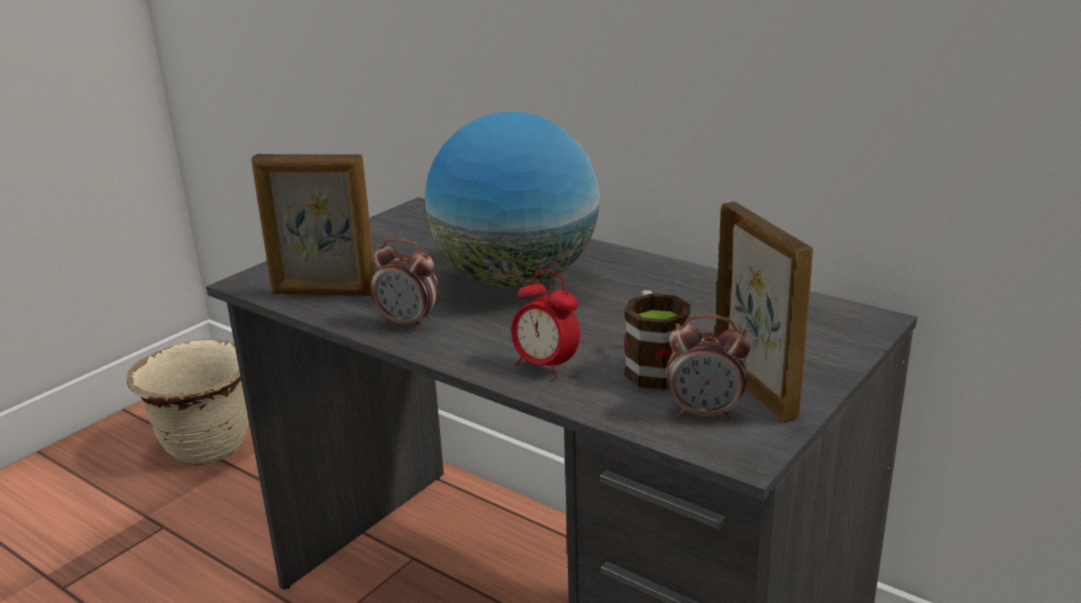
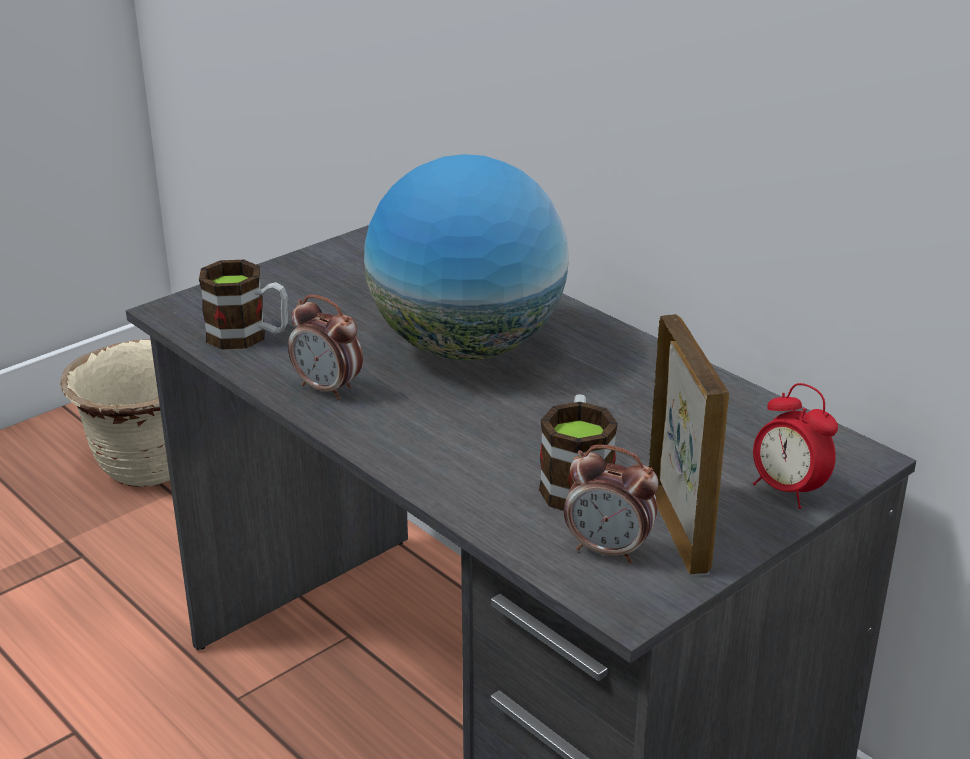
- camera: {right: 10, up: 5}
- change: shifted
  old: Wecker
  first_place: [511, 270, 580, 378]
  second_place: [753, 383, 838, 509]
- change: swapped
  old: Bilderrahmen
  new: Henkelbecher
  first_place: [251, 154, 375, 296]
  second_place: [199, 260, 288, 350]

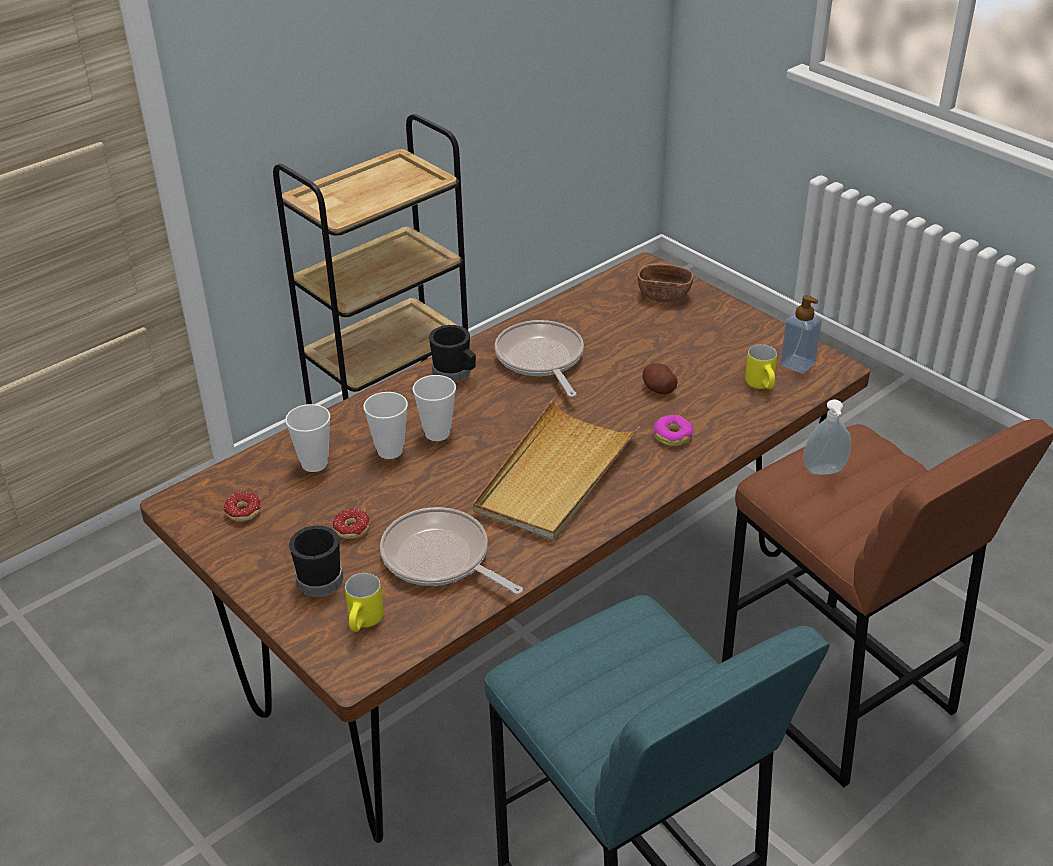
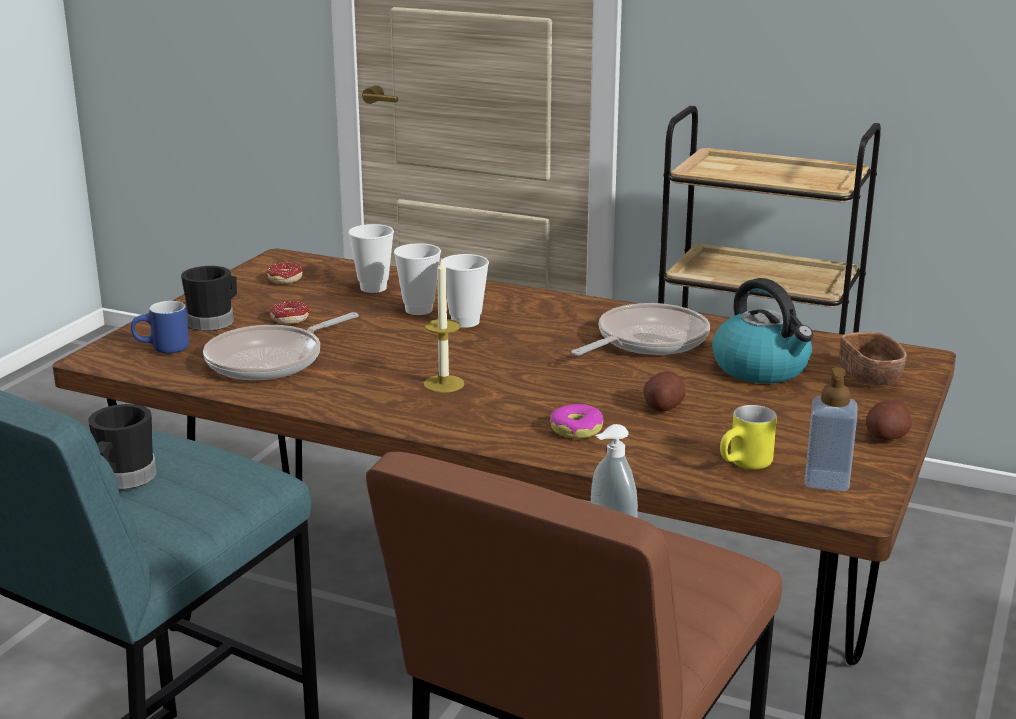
- camera: {right: 65, up: -15}
- change: new
  new: Wasserkessel
  second_place: [712, 278, 813, 384]
- change: new
  new: Kartoffel
  second_place: [866, 400, 912, 440]
- change: shifted
  old: Henkelbecher/schwarz
  first_place: [429, 325, 476, 383]
  second_place: [88, 404, 157, 489]
- change: swapped
  old: Tablett/beige
  new: Kerze
  first_place: [473, 400, 640, 541]
  second_place: [424, 257, 464, 393]
- change: repainted
  old: Henkelbecher/gelb
  new: Henkelbecher/blau
  first_place: [345, 573, 384, 632]
  second_place: [131, 301, 189, 354]
- change: rotated
  old: Pfanne
  first_place: [380, 507, 523, 595]
  second_place: [203, 312, 359, 380]
  degrees: -150

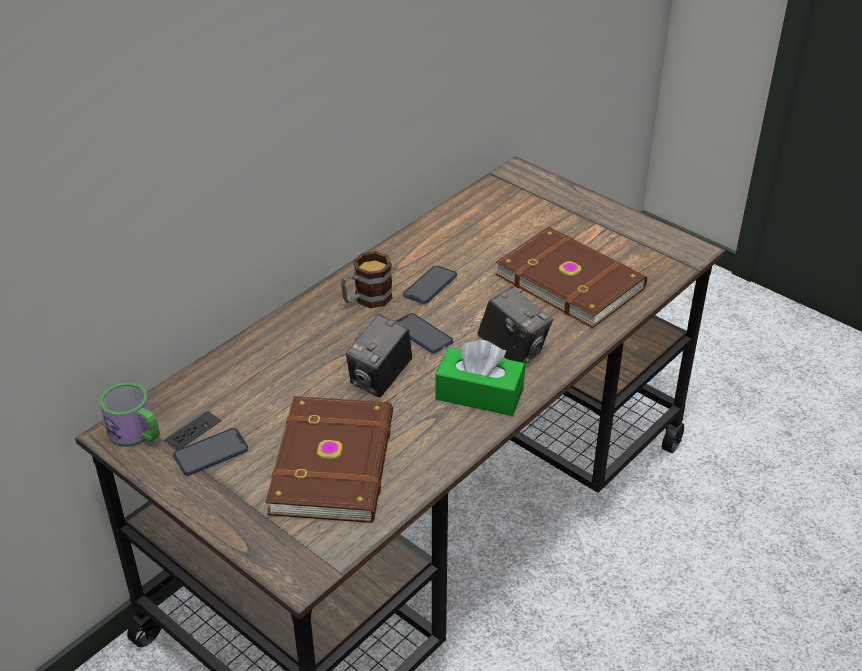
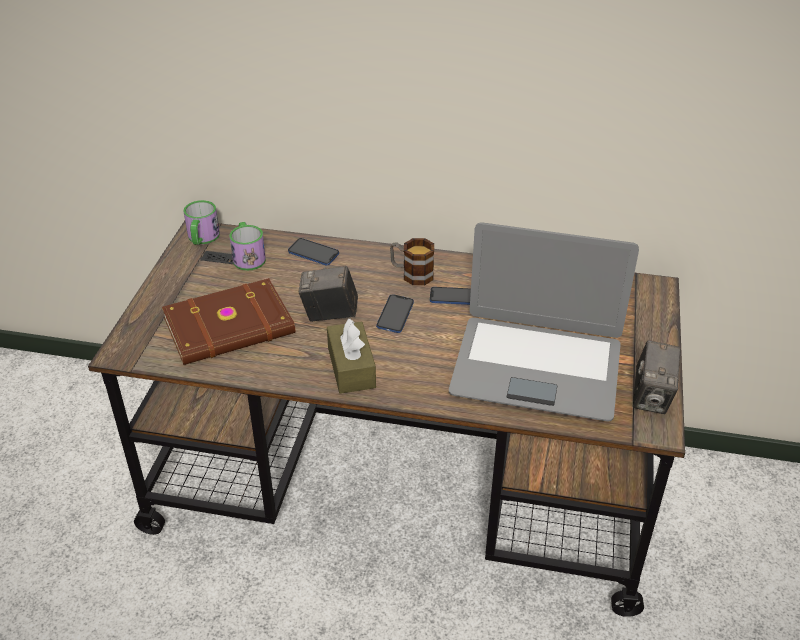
- camera: {right: 60, up: 0}
- change: new
  new: Henkelbecher
  second_place: [230, 222, 266, 271]
- change: shifted
  old: Handy
  first_place: [173, 428, 248, 476]
  second_place: [288, 238, 339, 266]
- change: shifted
  old: Kamera
  first_place: [477, 287, 553, 363]
  second_place: [633, 341, 681, 414]
- change: swapped
  old: Buch/braun
  new: Laptop
  first_place: [495, 227, 647, 328]
  second_place: [449, 222, 639, 422]
- change: repainted
  old: Taschentuchbox/grün
  new: Taschentuchbox/braun
  first_place: [435, 340, 525, 416]
  second_place: [327, 318, 376, 394]

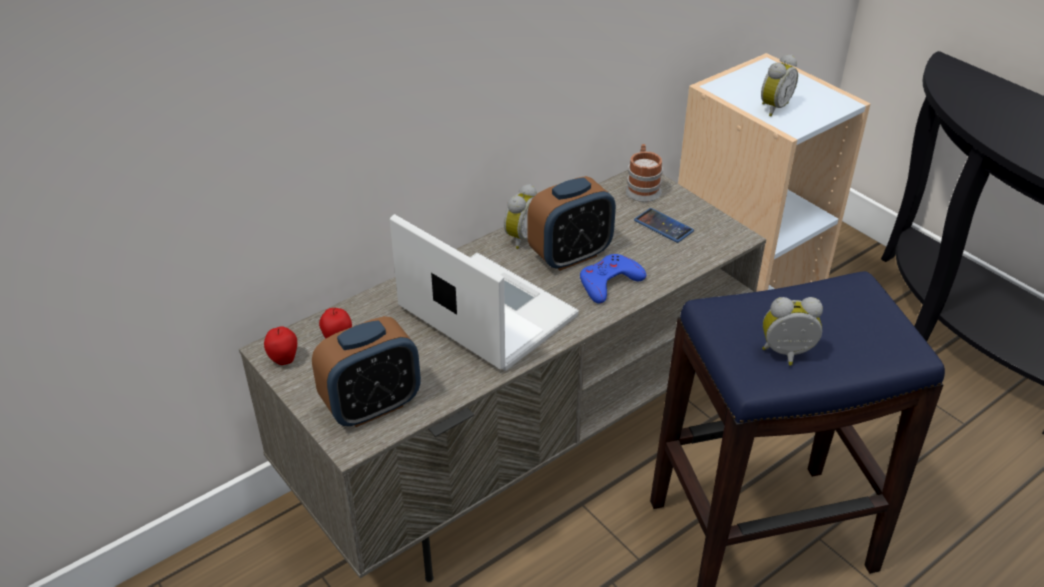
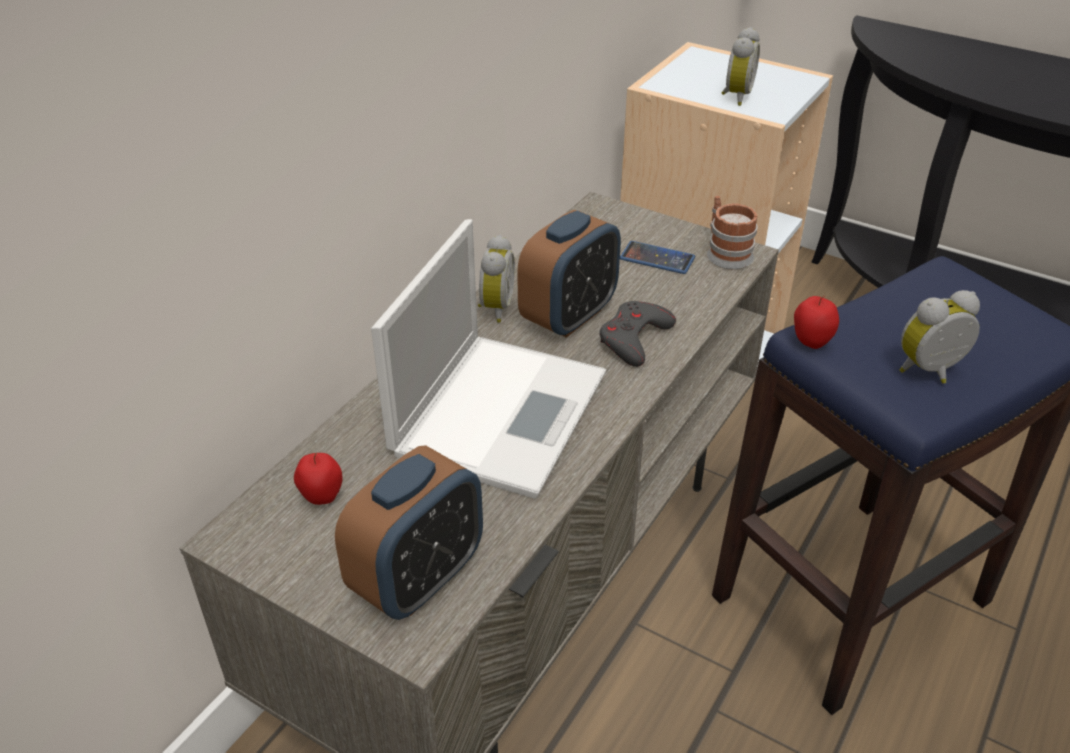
- camera: {right: -20, up: 0}
- change: shifted
  old: Apfel
  first_place: [264, 326, 297, 365]
  second_place: [794, 296, 839, 349]
- change: shifted
  old: Henkelbecher
  first_place: [625, 144, 663, 202]
  second_place: [707, 196, 758, 269]
- change: repainted
  old: Gamepad/blau
  new: Gamepad/grau
  first_place: [580, 254, 646, 304]
  second_place: [600, 301, 676, 367]
- change: rotated
  old: Laptop
  first_place: [390, 214, 579, 371]
  second_place: [371, 219, 606, 499]
  degrees: 90

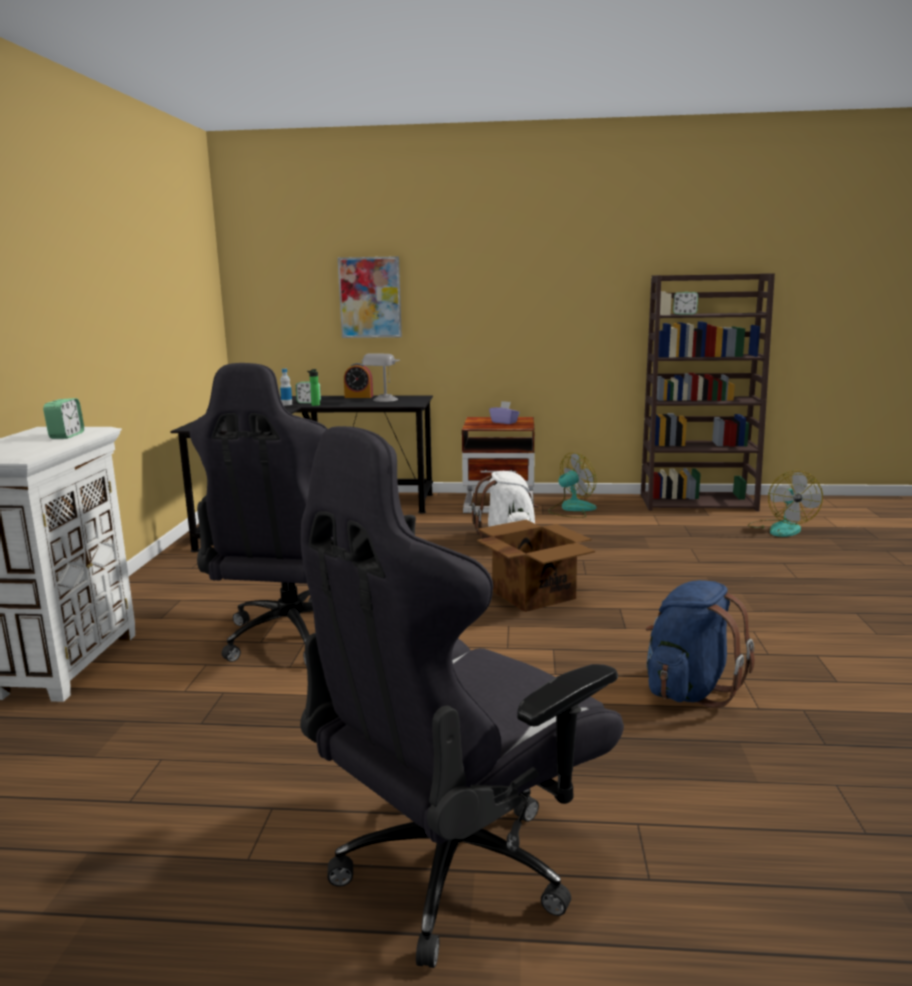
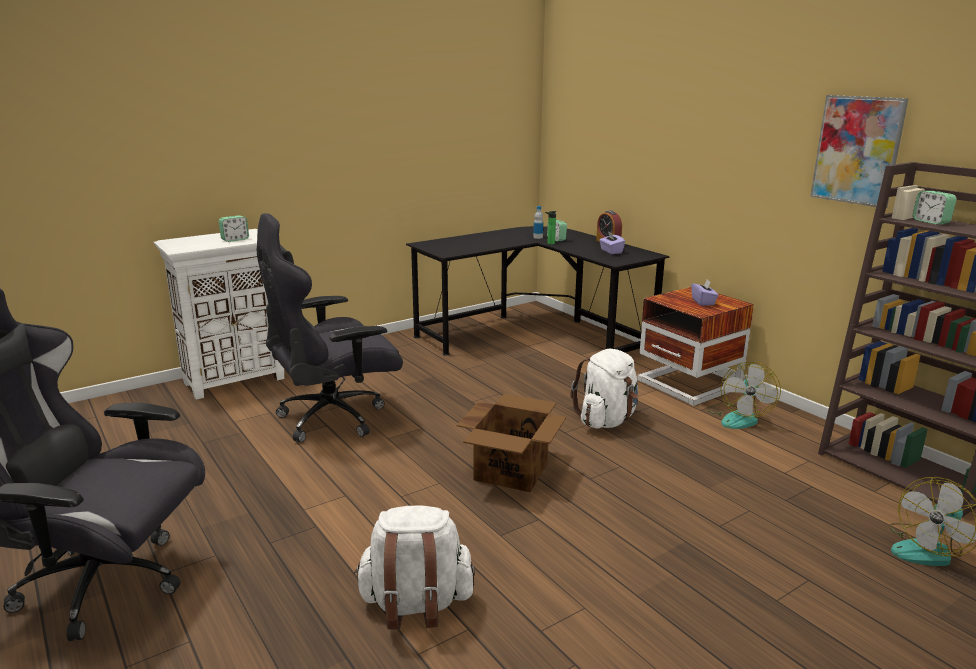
- camera: {right: 50, up: 5}
- change: shifted
  old: Bild
  first_place: [338, 256, 402, 338]
  second_place: [810, 95, 909, 208]
- change: swapped
  old: Tischlampe/grau
  new: Taschentuchbox/lila
  first_place: [362, 353, 400, 402]
  second_place: [599, 231, 625, 254]
- change: repainted
  old: Rucksack/blau
  new: Rucksack/weiß
  first_place: [646, 580, 755, 708]
  second_place: [354, 506, 475, 629]
- change: rotated
  old: Ventilator
  first_place: [548, 453, 597, 518]
  second_place: [707, 362, 781, 429]
  degrees: 90

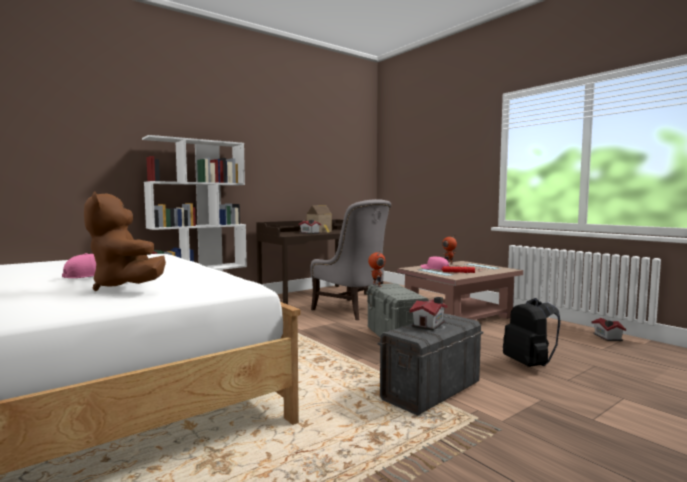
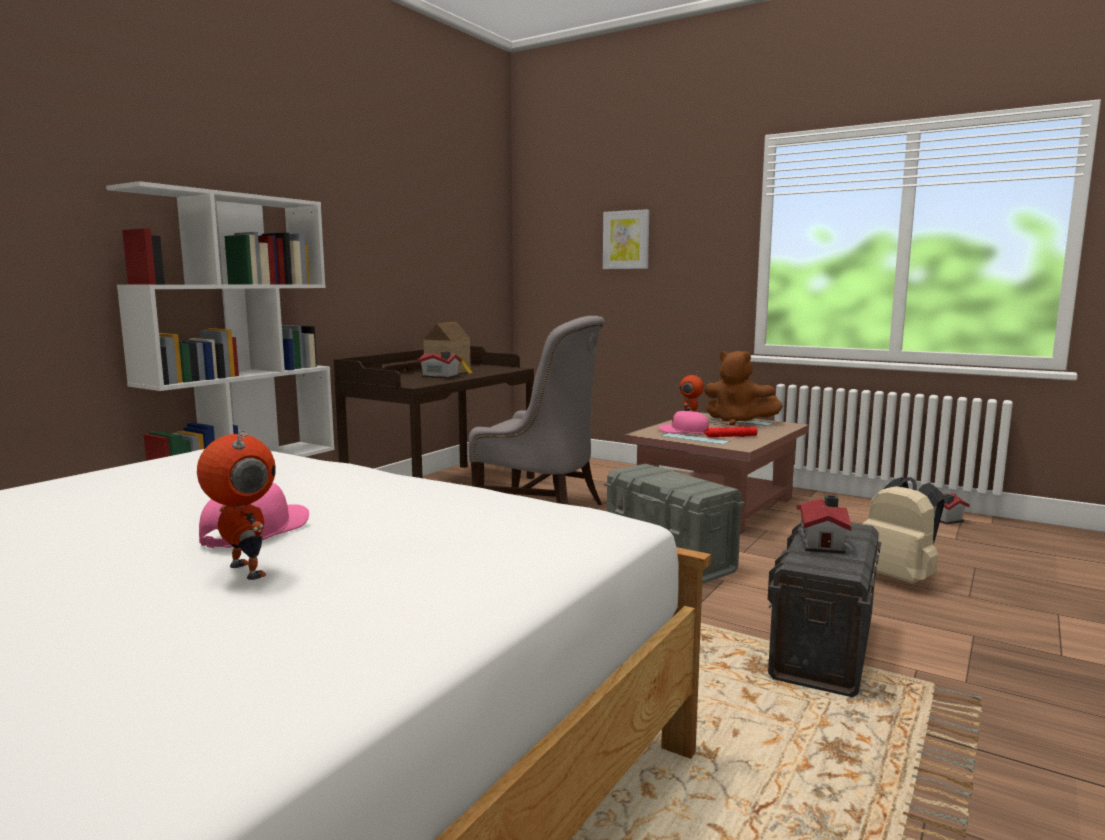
- camera: {right: -20, up: 5}
- change: new
  new: Bild
  second_place: [603, 209, 649, 269]
- change: shifted
  old: Plüschtier/braun
  first_place: [84, 192, 166, 291]
  second_place: [704, 351, 783, 426]
- change: shifted
  old: Spielzeugroboter
  first_place: [368, 251, 385, 287]
  second_place: [197, 430, 276, 580]
- change: repainted
  old: Rucksack/schwarz
  new: Rucksack/beige
  first_place: [503, 298, 561, 367]
  second_place: [862, 477, 945, 584]

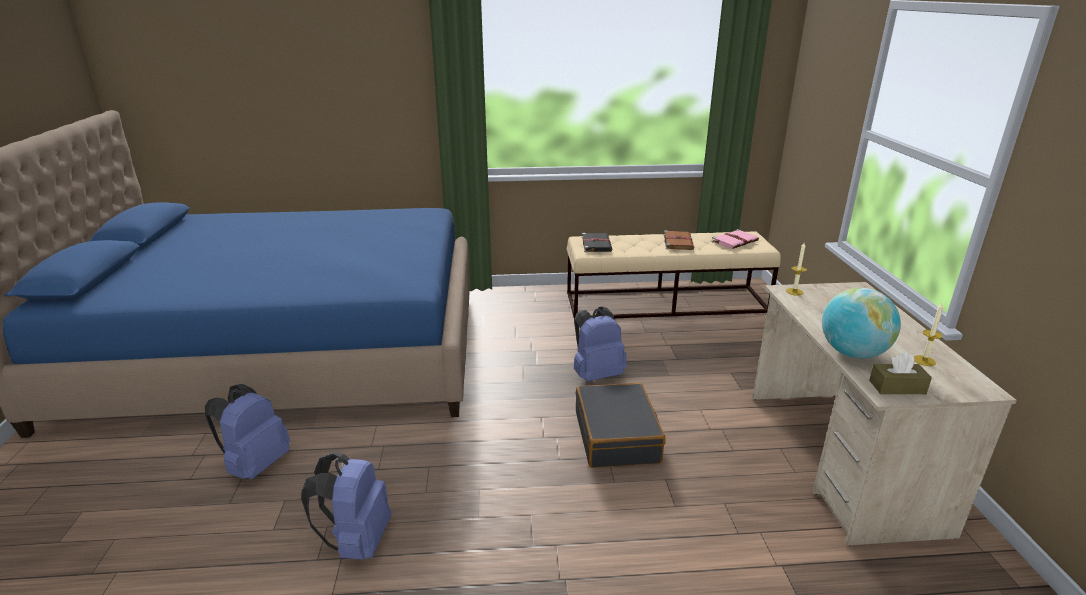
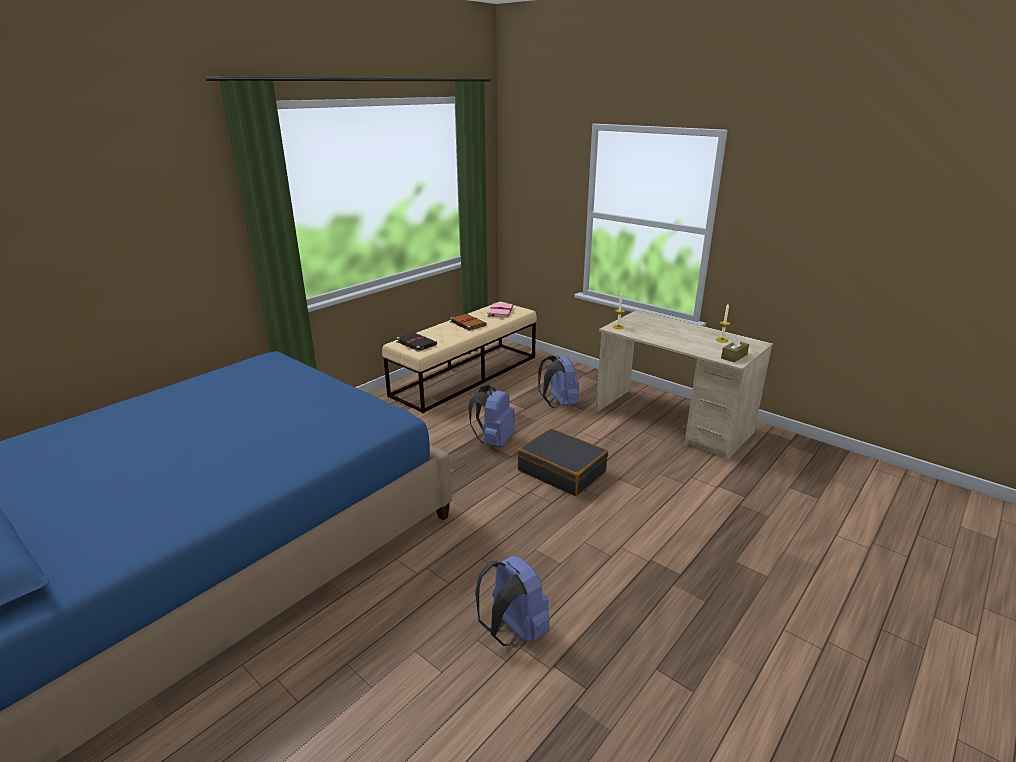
- camera: {right: -45, up: 0}
- change: gone
  old: Globus
  first_place: [822, 288, 901, 359]
- change: shifted
  old: Rucksack/blau
  first_place: [205, 384, 290, 479]
  second_place: [538, 355, 579, 408]

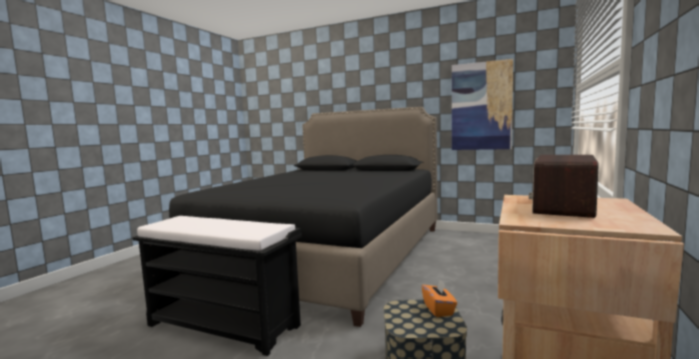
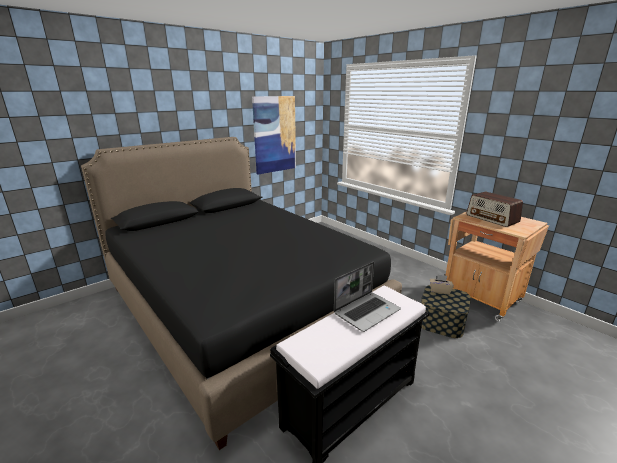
- camera: {right: -65, up: 15}
- change: new
  new: Laptop
  second_place: [334, 262, 401, 332]
- change: repainted
  old: Taschentuchbox/orange
  new: Taschentuchbox/beige
  first_place: [422, 280, 457, 317]
  second_place: [430, 274, 454, 294]

